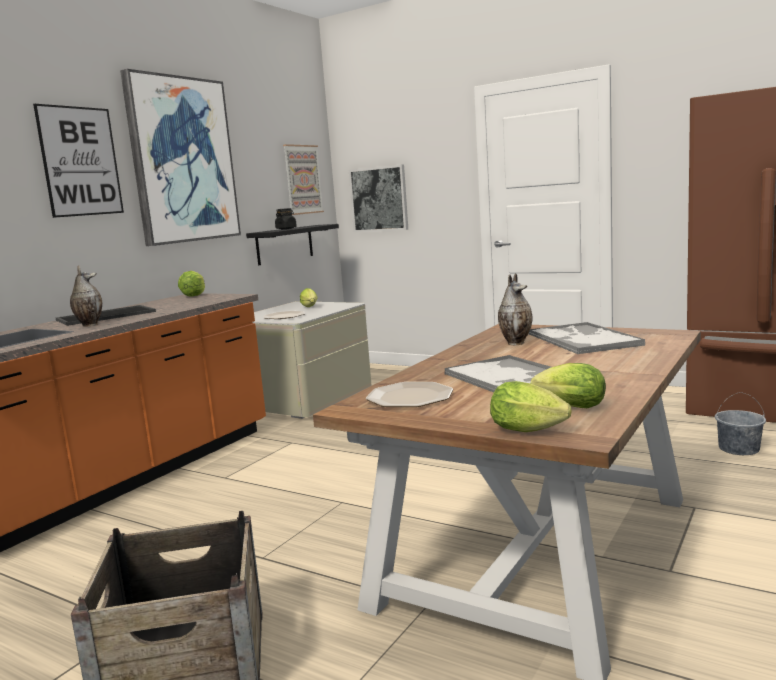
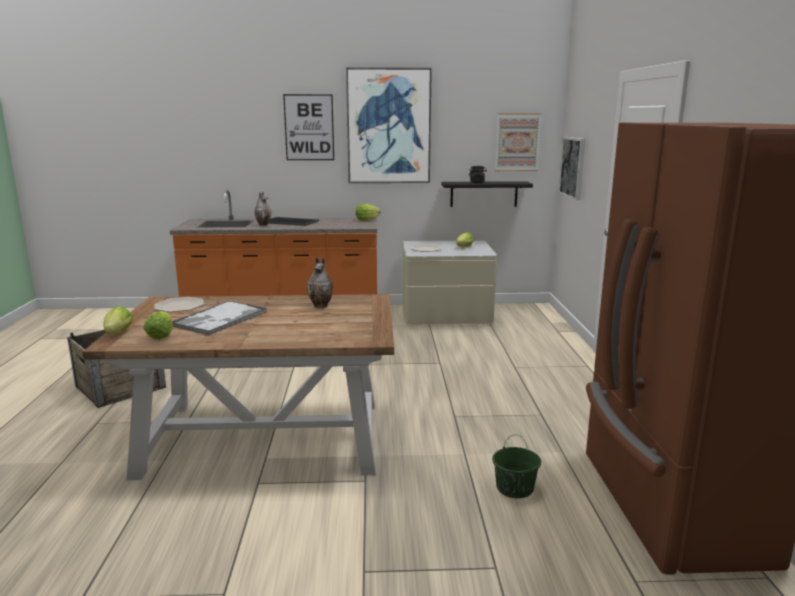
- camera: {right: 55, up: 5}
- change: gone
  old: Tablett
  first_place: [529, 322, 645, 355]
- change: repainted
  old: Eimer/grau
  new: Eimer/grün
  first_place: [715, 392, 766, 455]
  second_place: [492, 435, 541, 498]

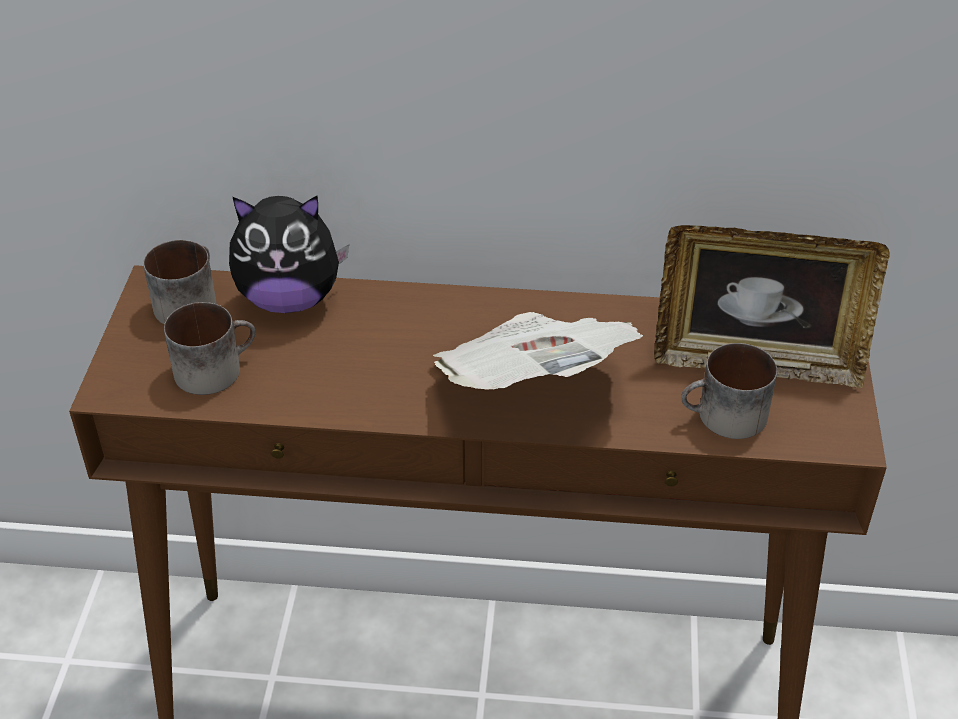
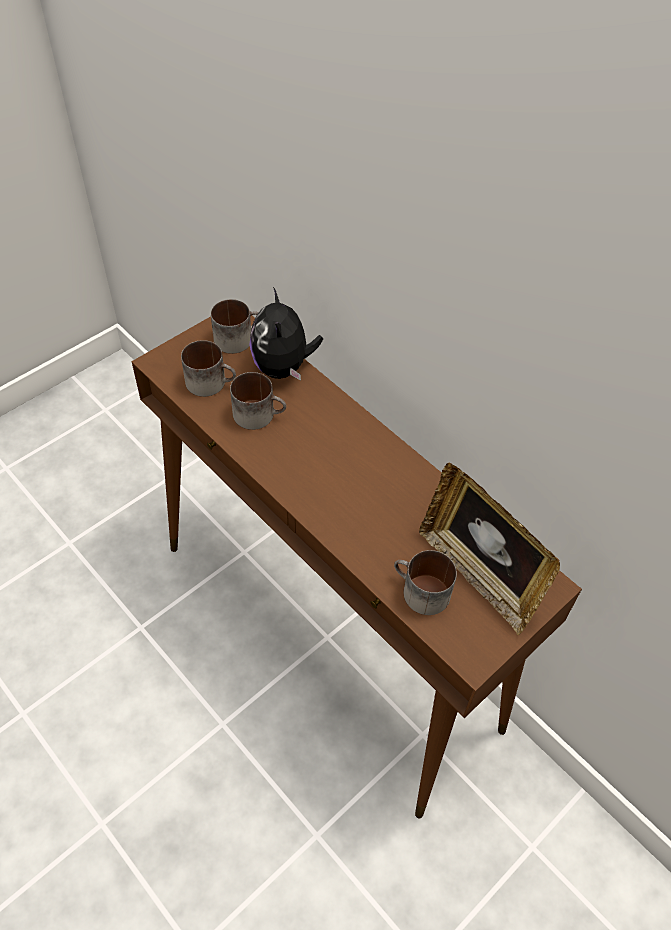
- camera: {right: 40, up: 10}
- change: gone
  old: Zeitung
  first_place: [433, 312, 643, 389]
- change: new
  new: Henkelbecher
  second_place: [230, 372, 286, 430]
- change: rotated
  old: Plüschtier
  first_place: [229, 196, 349, 313]
  second_place: [249, 287, 323, 381]
  degrees: 45

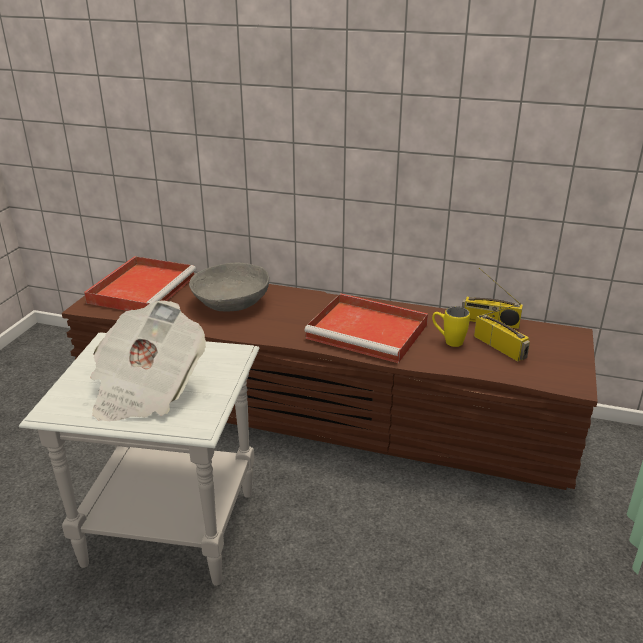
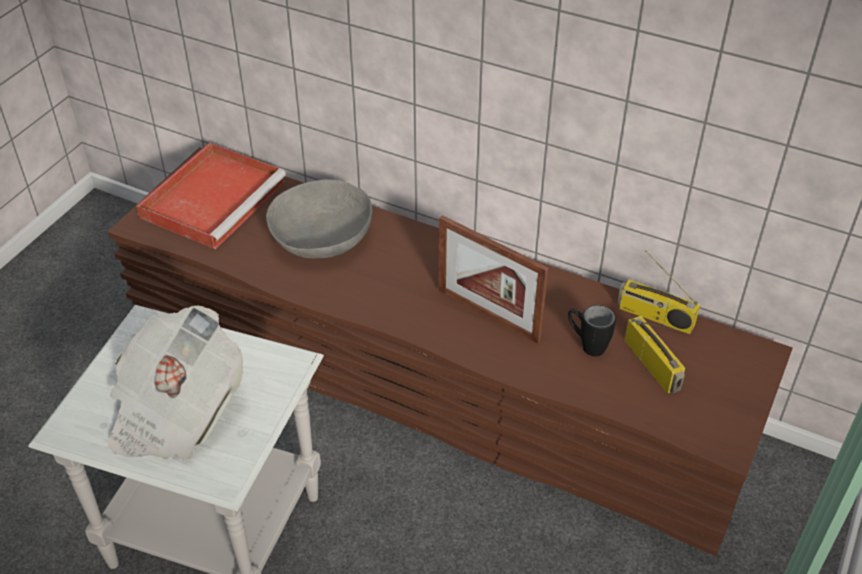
- camera: {right: 10, up: 15}
- change: swapped
  old: Tablett/rot
  new: Bilderrahmen
  first_place: [304, 293, 428, 363]
  second_place: [438, 215, 549, 344]
- change: repainted
  old: Henkelbecher/gelb
  new: Henkelbecher/schwarz
  first_place: [432, 306, 470, 347]
  second_place: [568, 305, 616, 357]

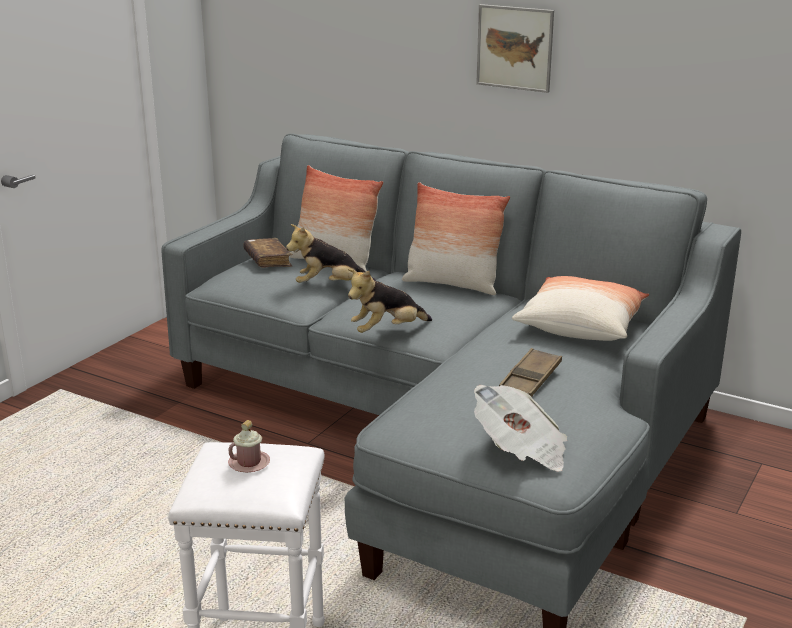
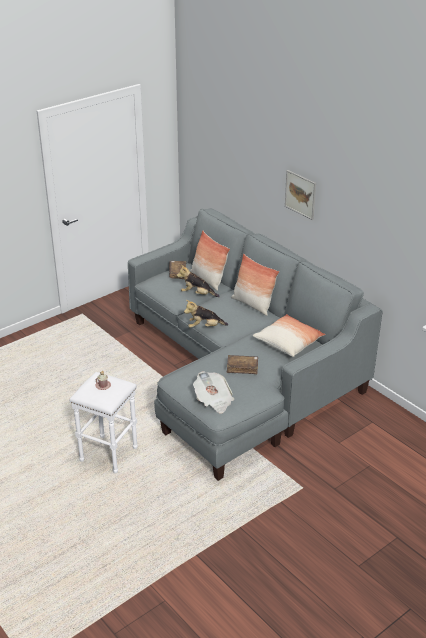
- camera: {right: 20, up: 10}
- change: swapped
  old: Tablett/braun
  new: Buch/braun
  first_place: [499, 348, 562, 397]
  second_place: [227, 355, 258, 374]

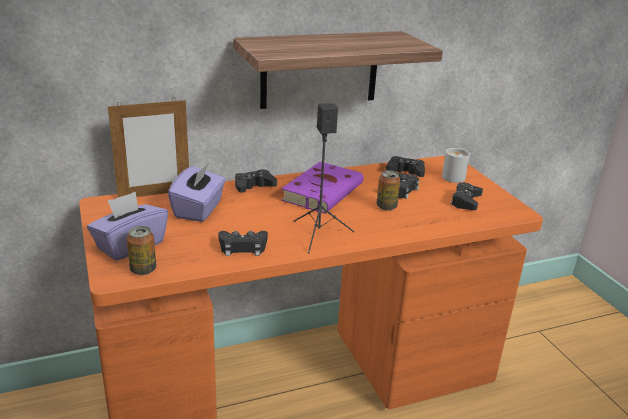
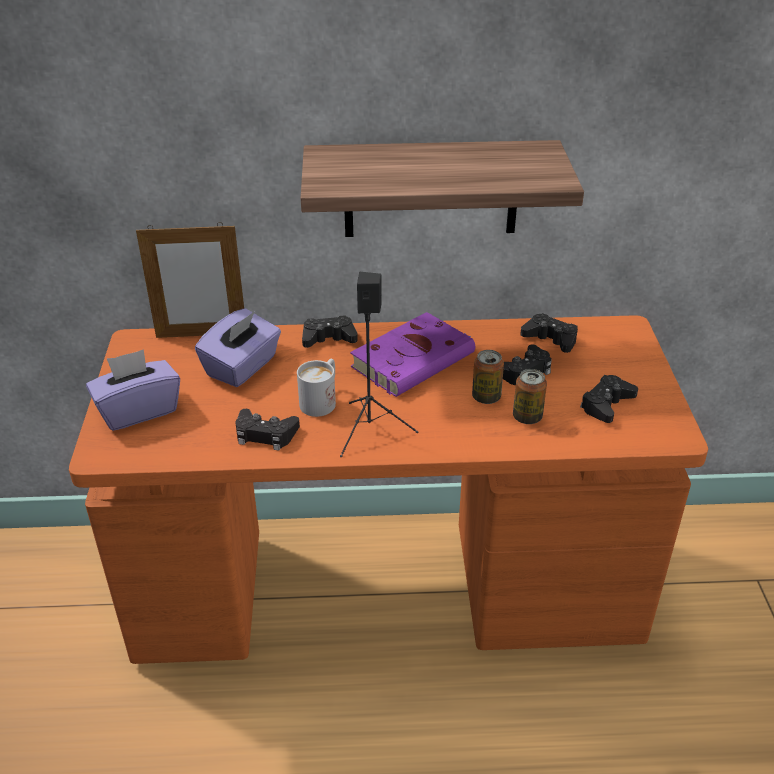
- camera: {right: 20, up: 10}
- change: shifted
  old: Dose
  first_place: [127, 226, 156, 275]
  second_place: [513, 369, 547, 424]
- change: shifted
  old: Henkelbecher/weiß
  first_place: [442, 148, 470, 183]
  second_place: [297, 359, 336, 417]

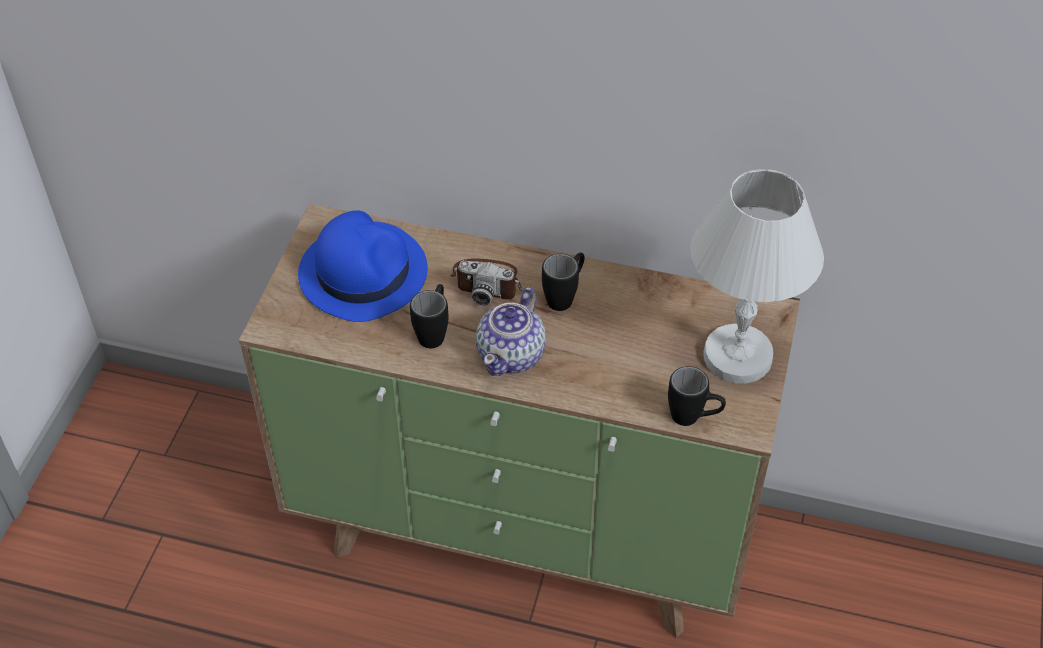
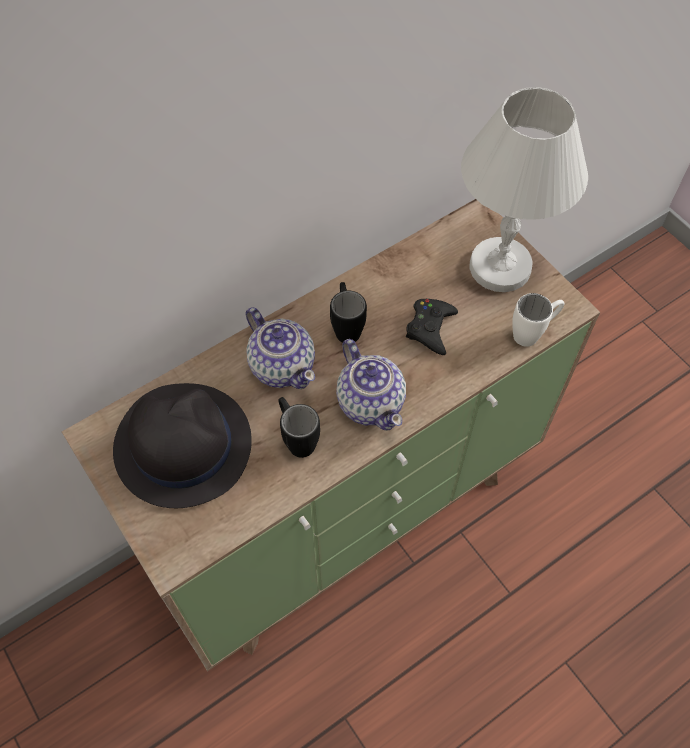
- camera: {right: -50, up: 10}
- change: new
  new: Gamepad/schwarz
  second_place: [406, 299, 458, 355]
- change: swapped
  old: Kamera
  new: Teekanne
  first_place: [450, 259, 523, 305]
  second_place: [246, 307, 315, 389]
- change: repainted
  old: Hut/blau
  new: Hut/schwarz
  first_place: [298, 210, 428, 322]
  second_place: [113, 383, 252, 508]
- change: repainted
  old: Henkelbecher/schwarz
  new: Henkelbecher/weiß
  first_place: [668, 366, 726, 426]
  second_place: [512, 293, 564, 347]

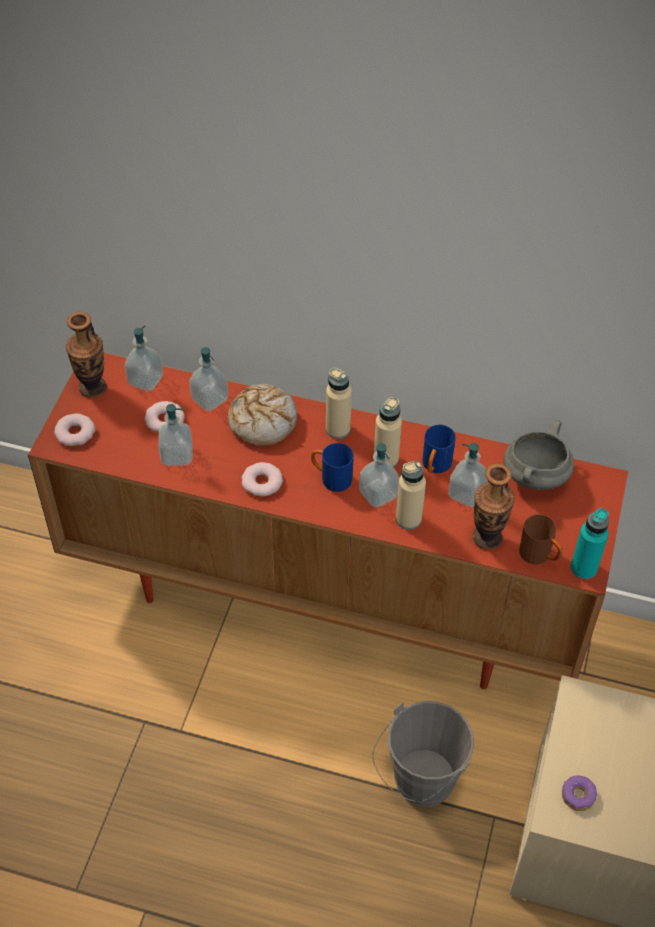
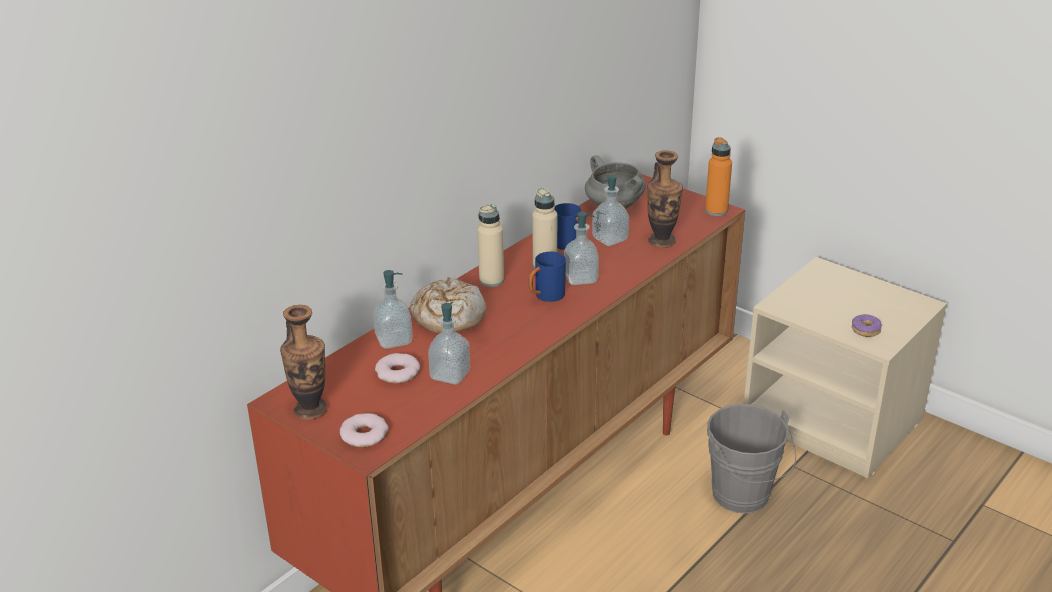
- camera: {right: -65, up: -20}
- change: gone
  old: Seifenspender
  first_place: [125, 325, 163, 391]
- change: gone
  old: Donut
  first_place: [242, 462, 283, 497]
- change: gone
  old: Flasche/beige
  first_place: [396, 461, 426, 530]
- change: gone
  old: Henkelbecher/braun
  first_place: [519, 514, 563, 564]
- change: repainted
  old: Flasche/türkis
  new: Flasche/orange
  first_place: [570, 508, 609, 580]
  second_place: [705, 137, 732, 216]

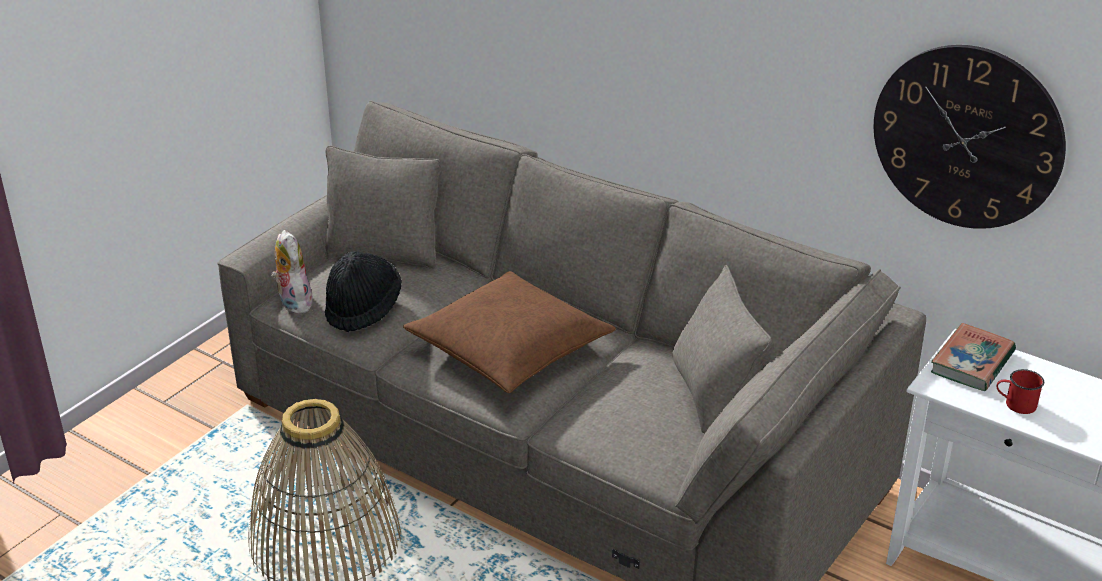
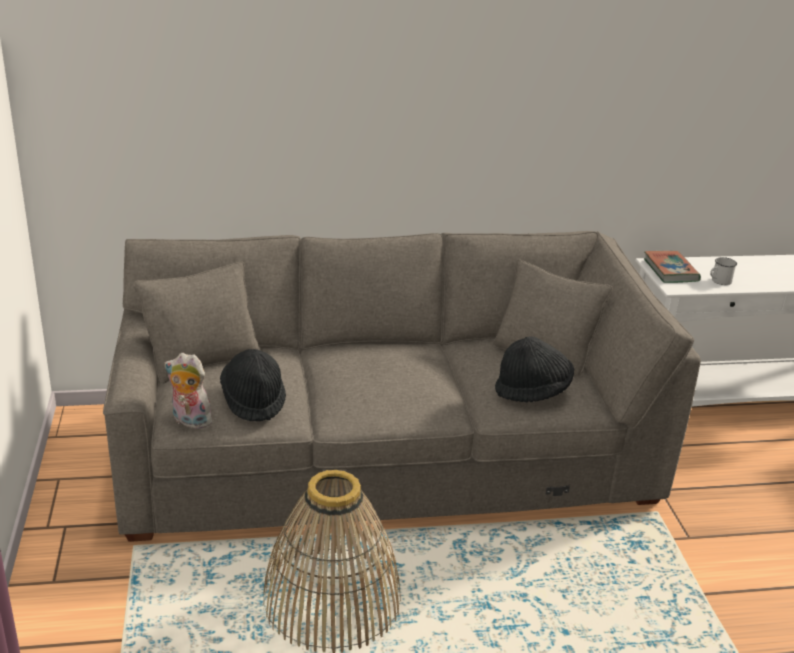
- camera: {right: -45, up: -5}
- change: gone
  old: Kissen/braun
  first_place: [403, 271, 616, 393]
- change: gone
  old: Wanduhr
  first_place: [874, 45, 1066, 229]
- change: new
  new: Hut/schwarz
  second_place: [495, 336, 574, 402]
- change: repainted
  old: Henkelbecher/rot
  new: Henkelbecher/weiß
  first_place: [997, 369, 1044, 414]
  second_place: [710, 257, 737, 285]

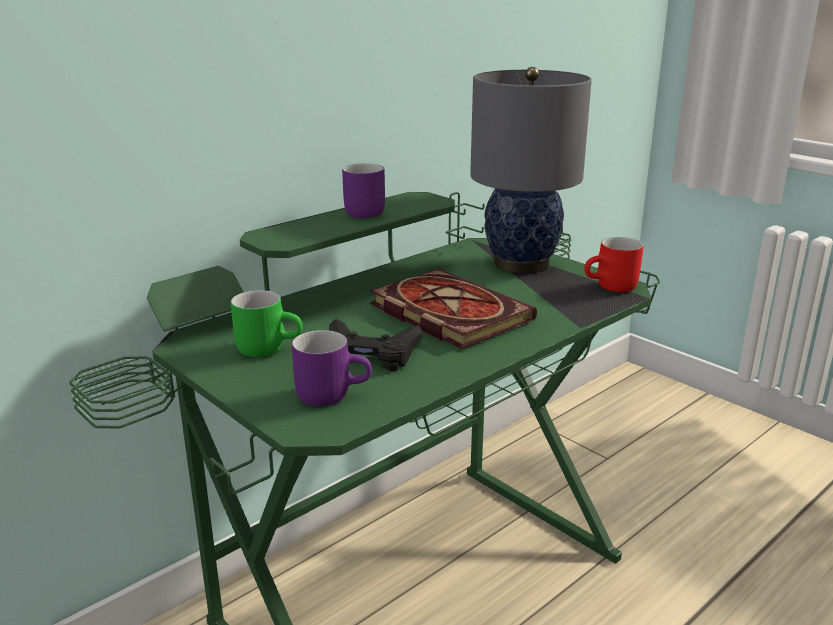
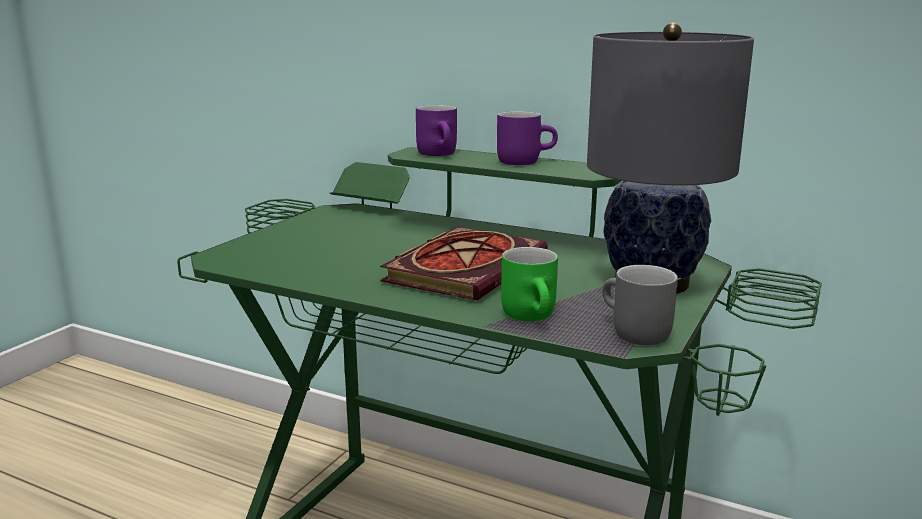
- camera: {right: 70, up: -5}
- change: gone
  old: Gamepad/schwarz
  first_place: [329, 319, 422, 371]
- change: shifted
  old: Henkelbecher/grün
  first_place: [231, 290, 303, 357]
  second_place: [501, 247, 558, 321]
- change: shifted
  old: Henkelbecher/lila
  first_place: [292, 330, 372, 406]
  second_place: [416, 105, 457, 156]
- change: repainted
  old: Henkelbecher/rot
  new: Henkelbecher/grau
  first_place: [585, 237, 643, 292]
  second_place: [603, 265, 678, 345]

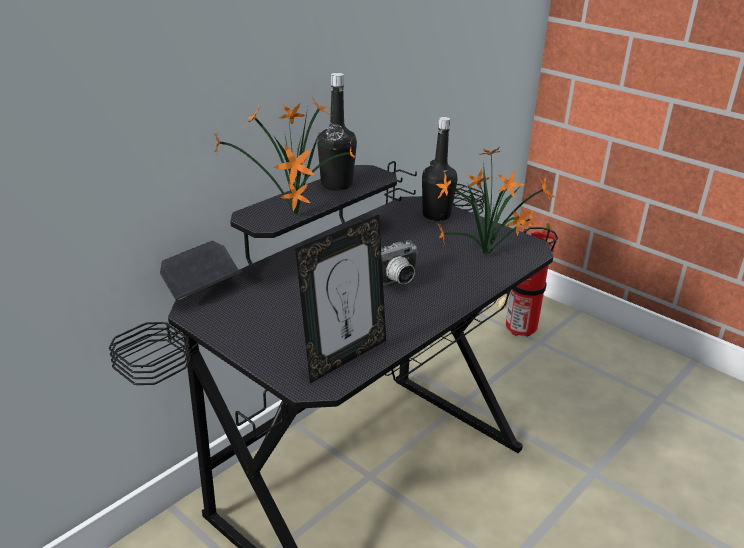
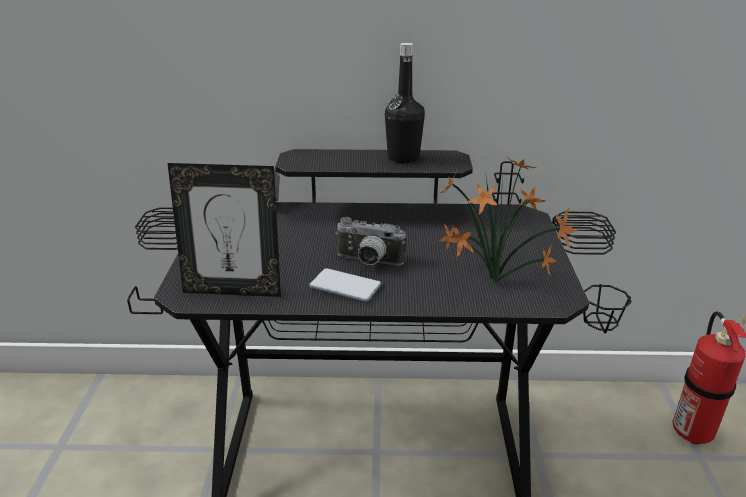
- camera: {right: 50, up: 0}
- change: gone
  old: Topfpflanze
  first_place: [215, 98, 356, 214]
- change: gone
  old: Flasche/schwarz
  first_place: [422, 117, 458, 221]
- change: new
  new: Handy
  second_place: [309, 268, 381, 302]

